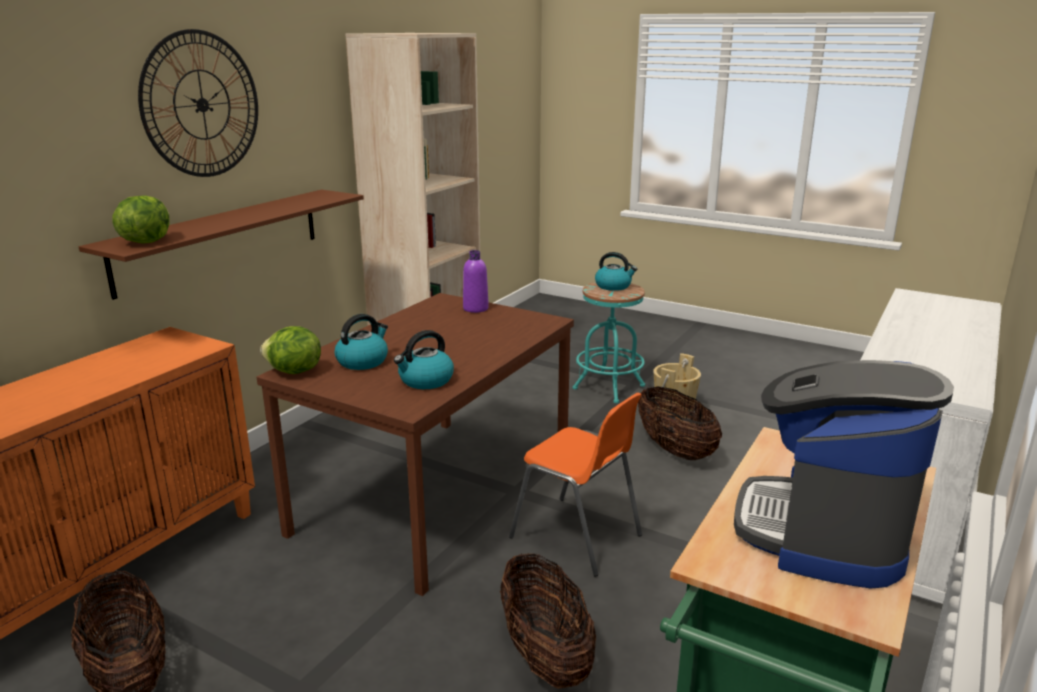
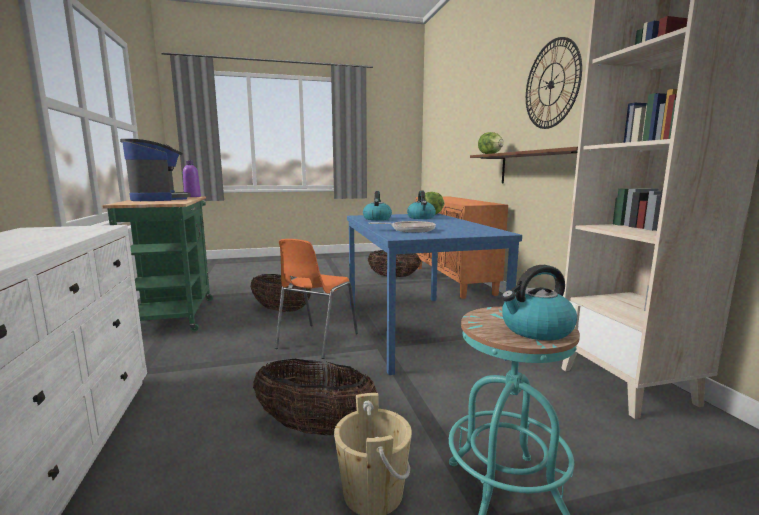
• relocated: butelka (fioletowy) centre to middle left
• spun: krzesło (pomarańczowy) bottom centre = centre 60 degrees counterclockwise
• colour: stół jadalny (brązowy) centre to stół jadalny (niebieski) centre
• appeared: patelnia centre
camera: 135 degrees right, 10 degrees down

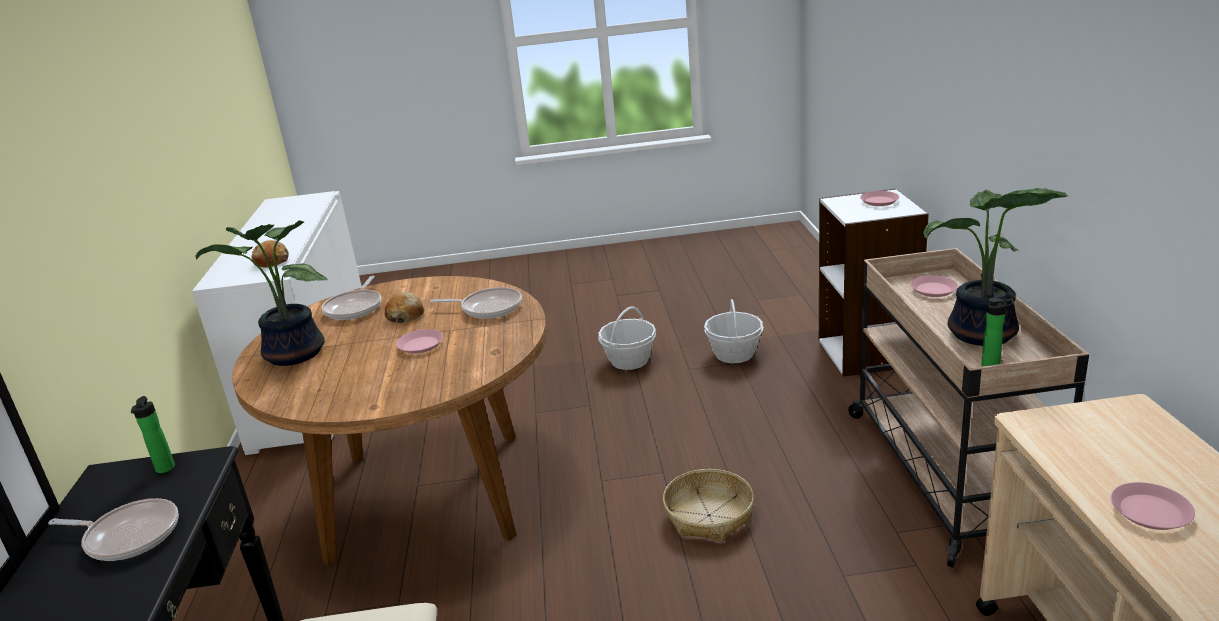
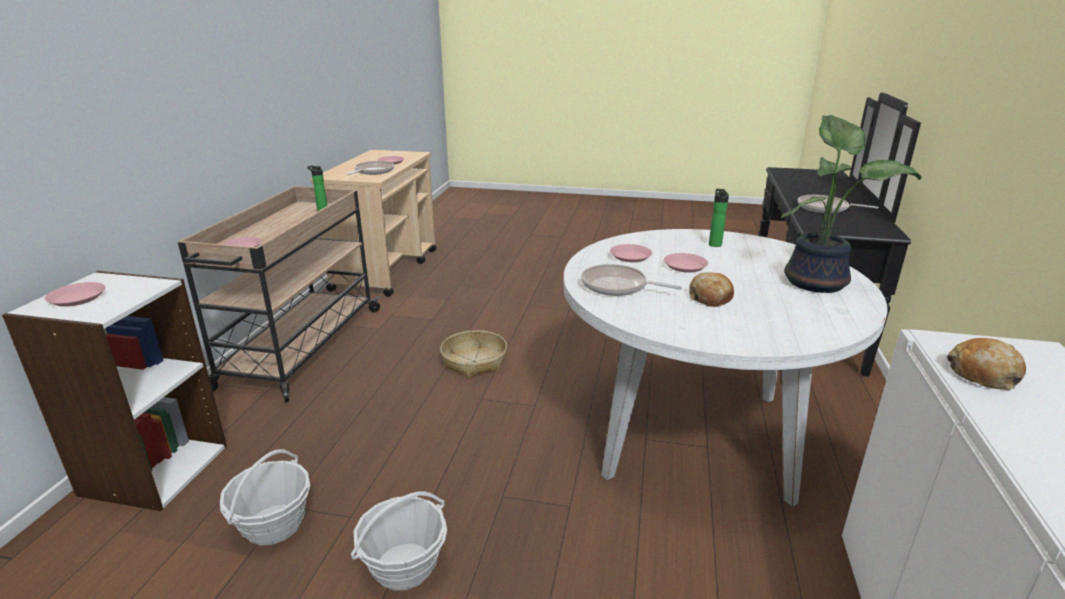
• relocated: patelnia (no. 2 from left in the first image) middle left to patelnia (no. 1 from left) top centre
• colour: stół jadalny (brązowy) bottom left to stół jadalny (biały) middle right
• appeared: talerz (różowy) (no. 4 from left) centre
• relocated: butelka (no. 1 from left in the first image) bottom left to butelka (no. 2 from left) middle right
• missing: roślina doniczkowa (no. 2 from left) middle right
camera: 165 degrees left, 0 degrees up

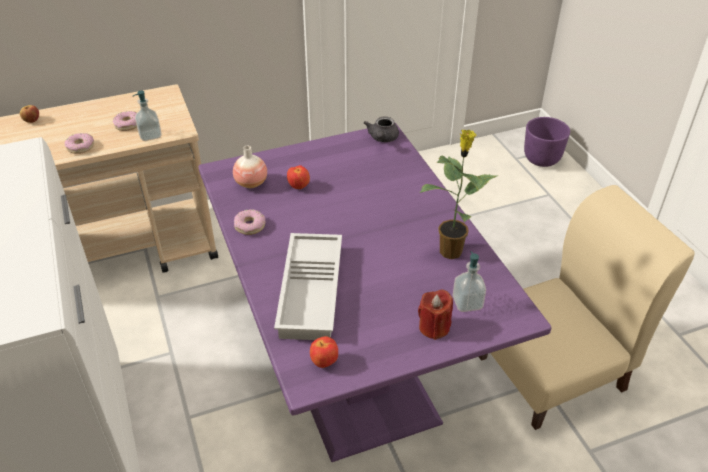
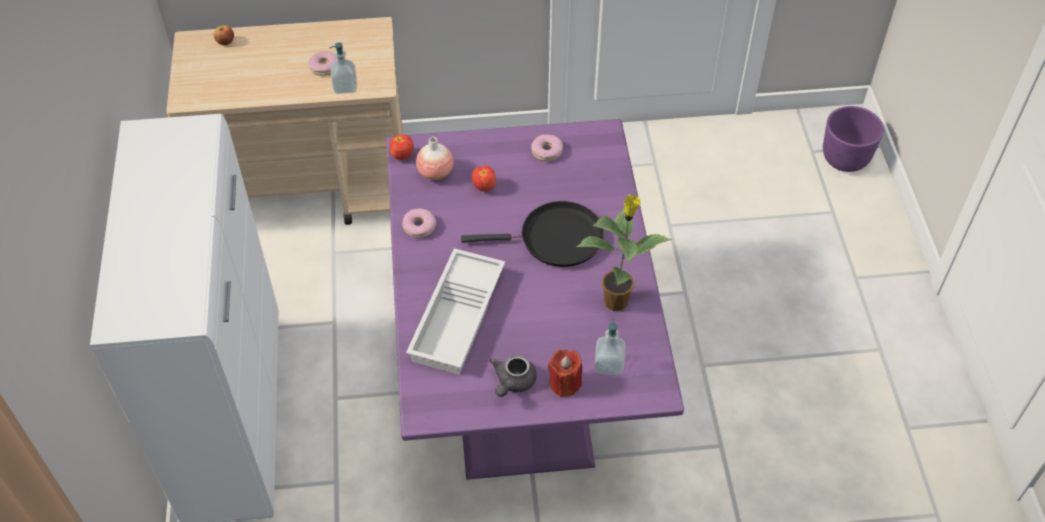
• relocated: jabłko (no. 3 from left in the first image) bottom centre to jabłko (no. 2 from left) top centre
• appeared: patelnia (czarny) centre
• relocated: imbryk (szary) top centre to bottom centre
• relocated: donut (no. 1 from left in the first image) top left to donut (no. 3 from left) top centre
• missing: krzesło (beżowy) middle right
camera: 15 degrees right, 10 degrees up

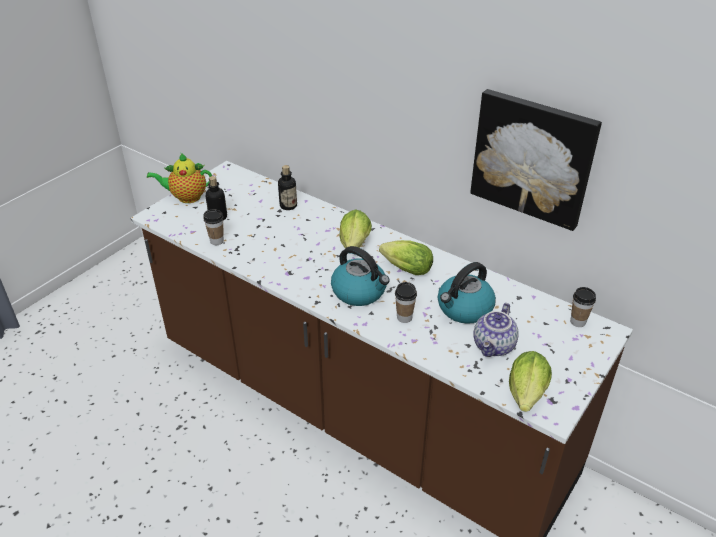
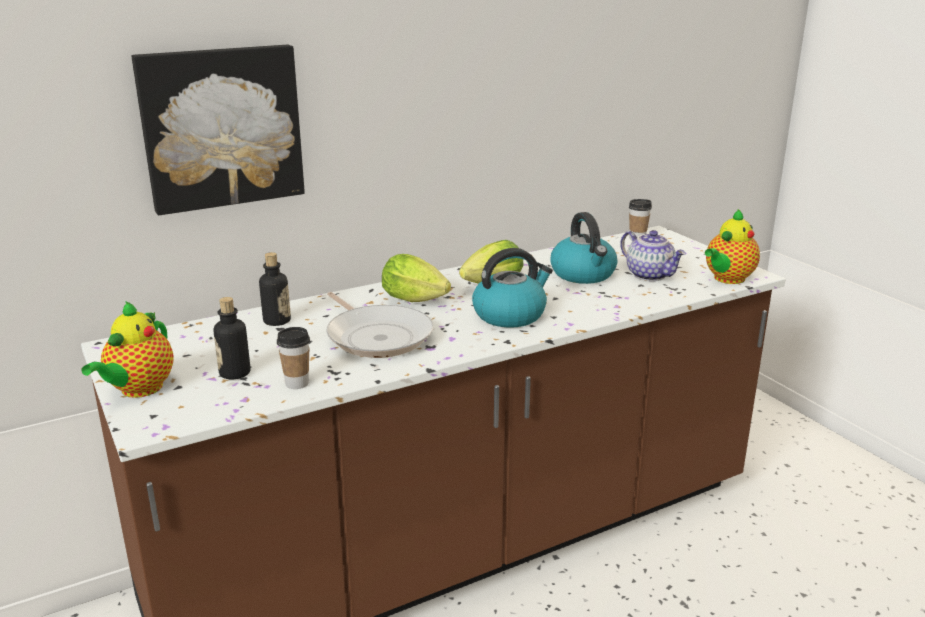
• relocated: obraz top right to top left
• appeared: patelnia centre
• exchanged: sałata (no. 3 from left) bottom right to imbryk (no. 3 from left) middle right
• missing: filiżanka (no. 2 from left) centre
camera: 65 degrees left, 15 degrees down

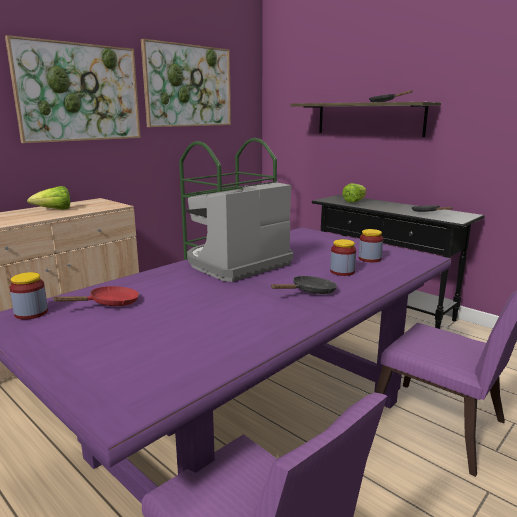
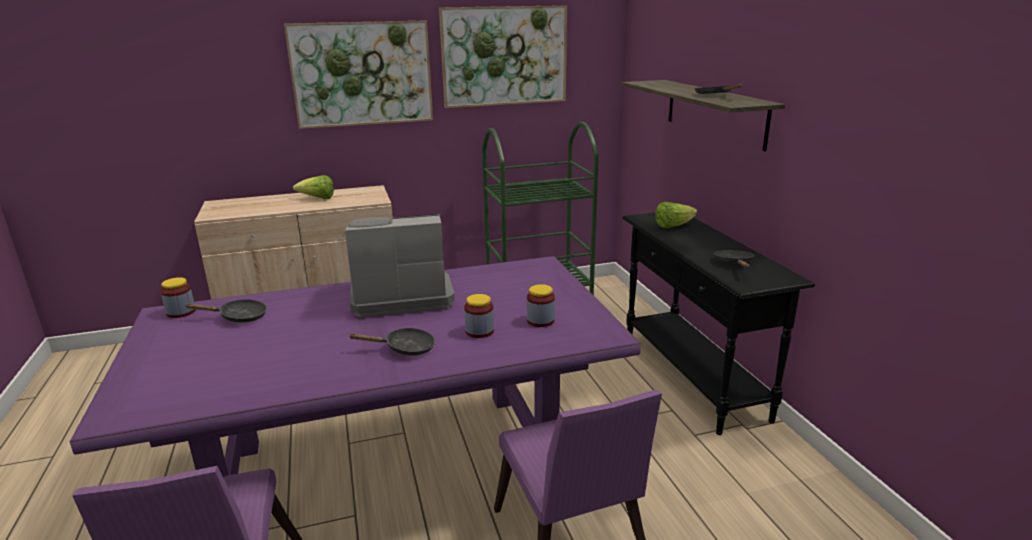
• colour: patelnia (czerwony) middle left to patelnia (czarny) (no. 1 from left) middle left
camera: 30 degrees right, 5 degrees up

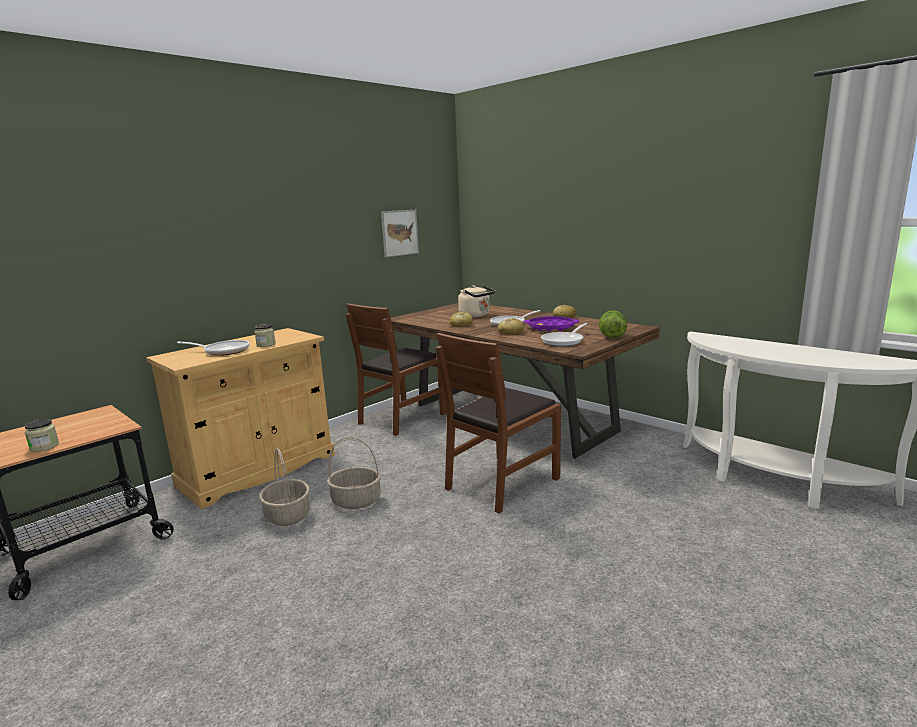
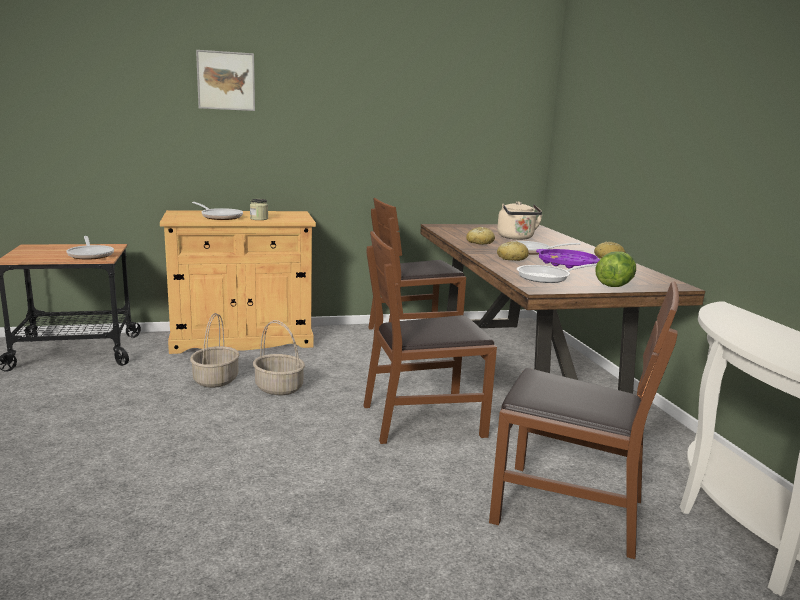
• appeared: patelnia (no. 1 from left) middle left
• relocated: obraz top centre to top left
• appeared: krzesło (brązowy) (no. 3 from left) bottom right
• missing: słoik (no. 1 from left) middle left
camera: 30 degrees right, 0 degrees up

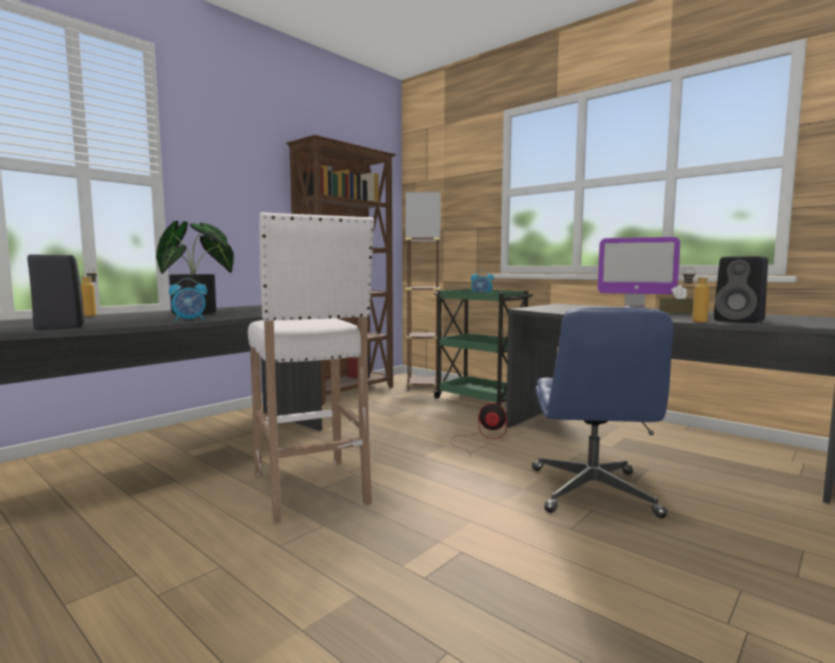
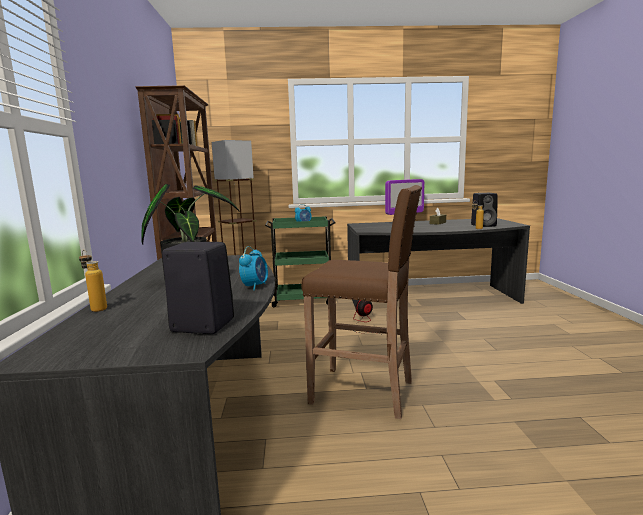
• colour: stołek (biały) centre to stołek (brązowy) centre
• missing: krzesło biurowe (niebieski) middle right
camera: 45 degrees left, 5 degrees up

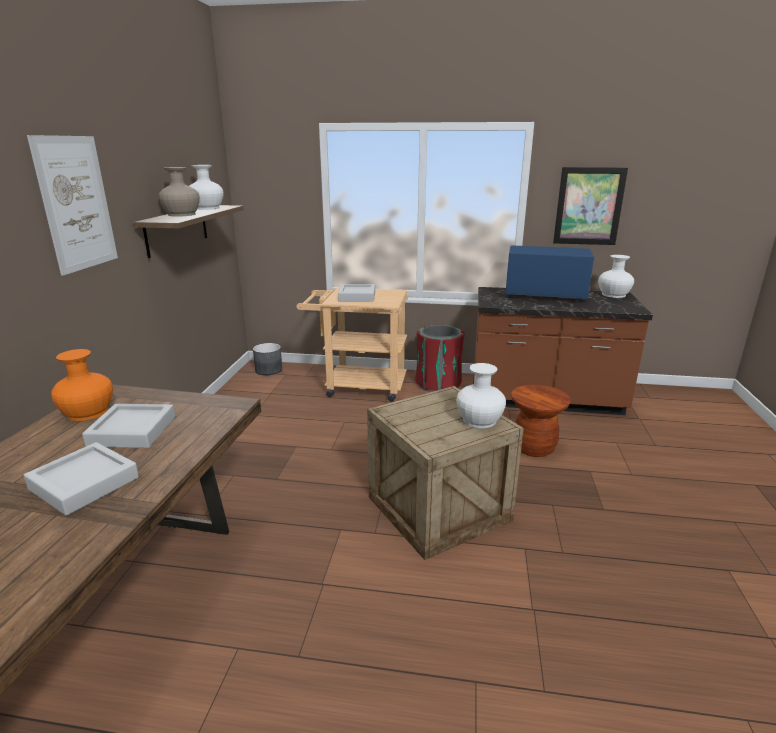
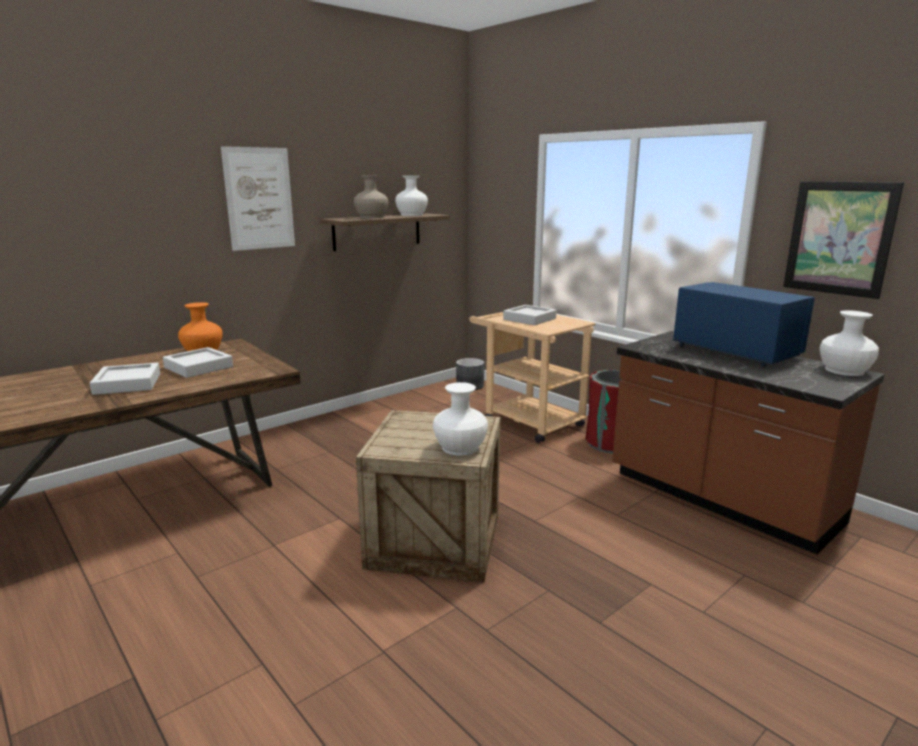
• missing: stołek (brązowy) middle right
camera: 40 degrees right, 5 degrees down

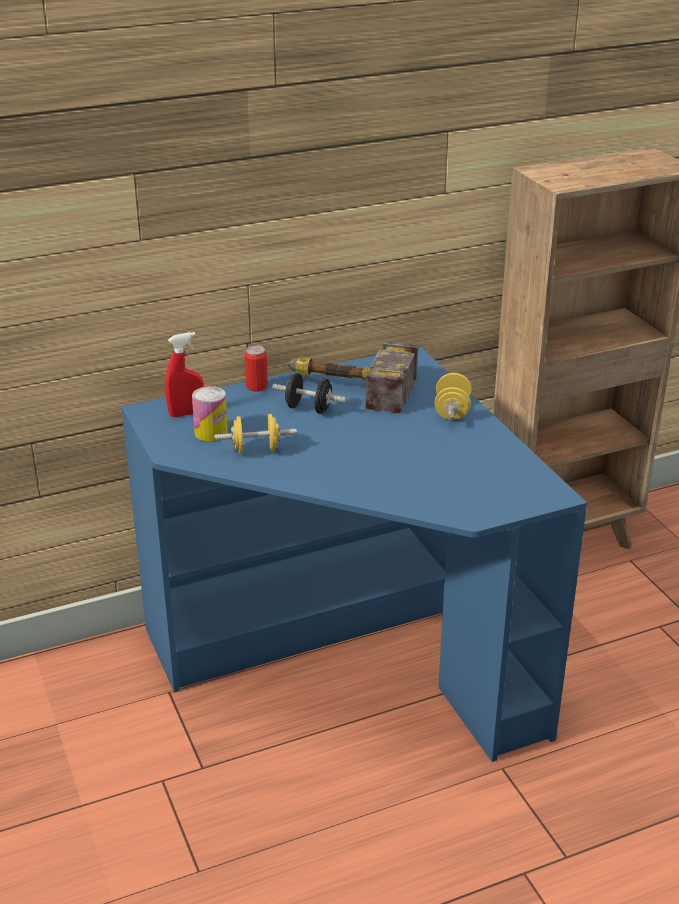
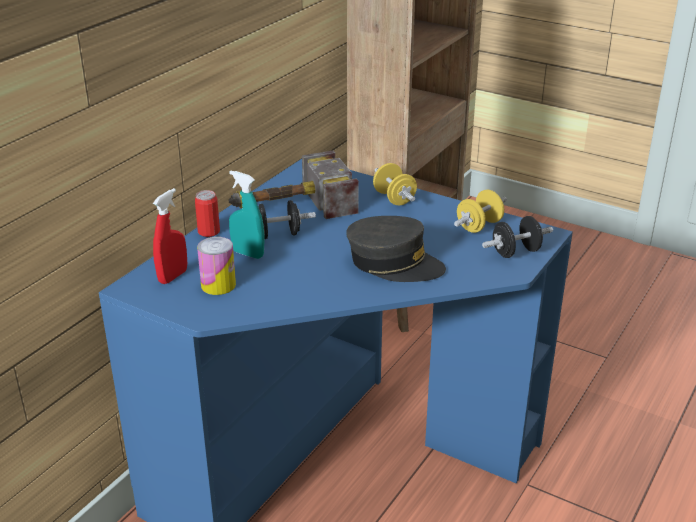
• appeared: spryskiwacz (turkusowy) centre
• appeared: czapka z daszkiem (szary) centre
• relocated: hantel (żółty) (no. 1 from left in the first image) centre to hantel (żółty) (no. 2 from left) middle right
• appeared: hantel (czarny) (no. 2 from left) middle right
camera: 35 degrees left, 0 degrees up

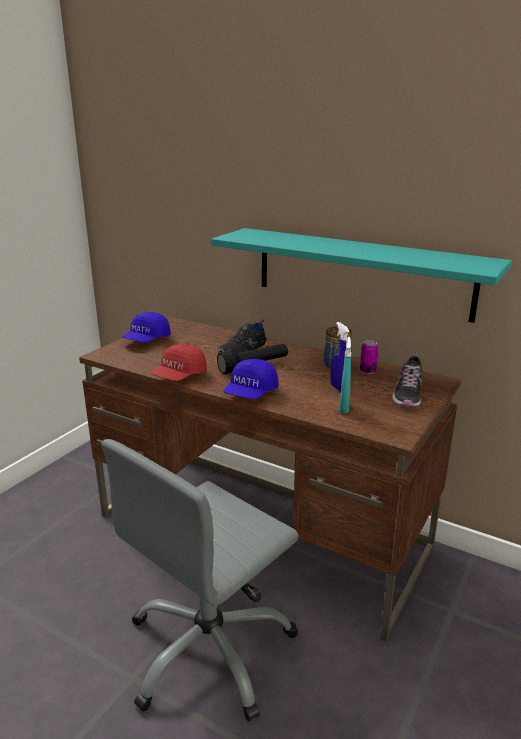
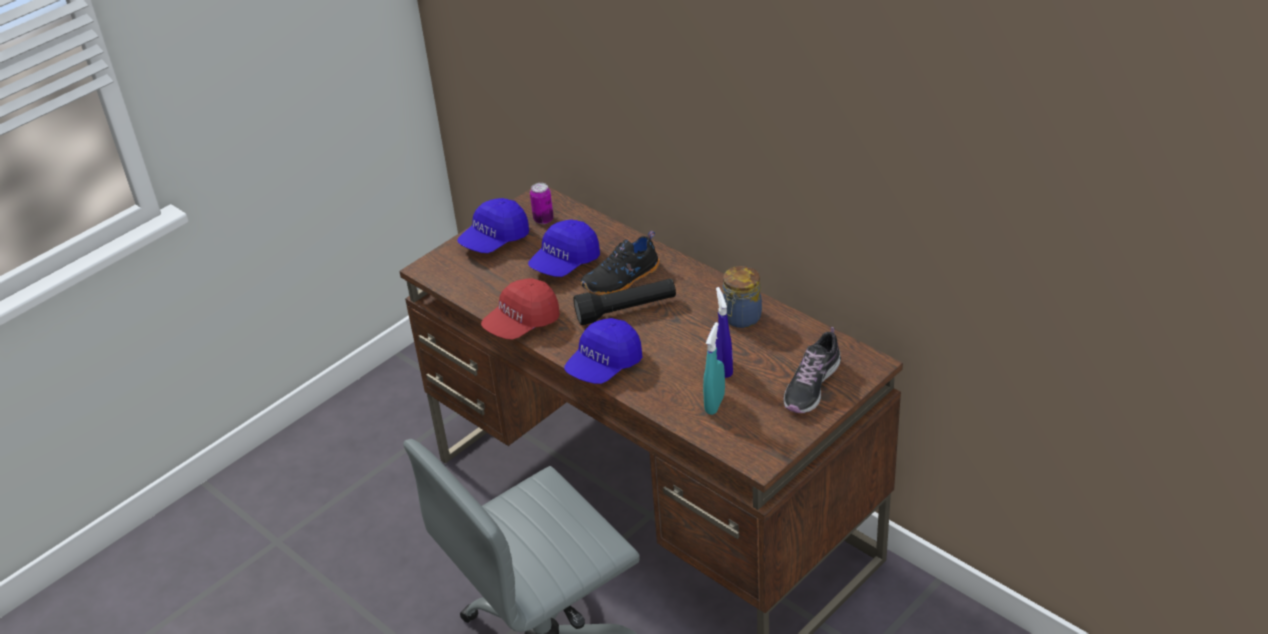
• appeared: czapka z daszkiem (niebieski) (no. 2 from left) centre
• relocated: puszka middle right to top centre
• missing: półka (turkusowy) middle right
camera: 15 degrees right, 15 degrees up

